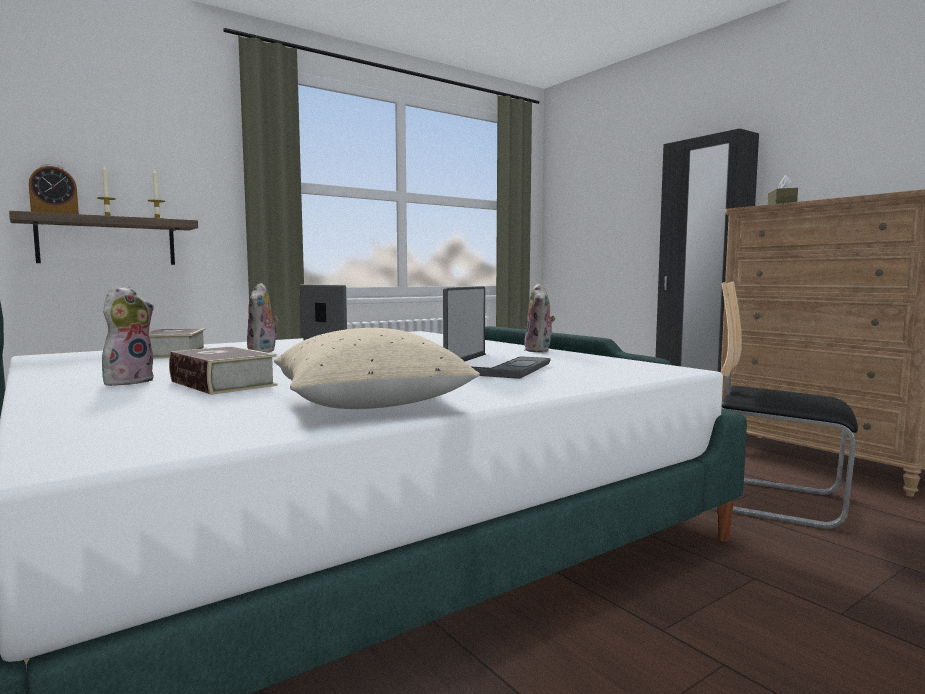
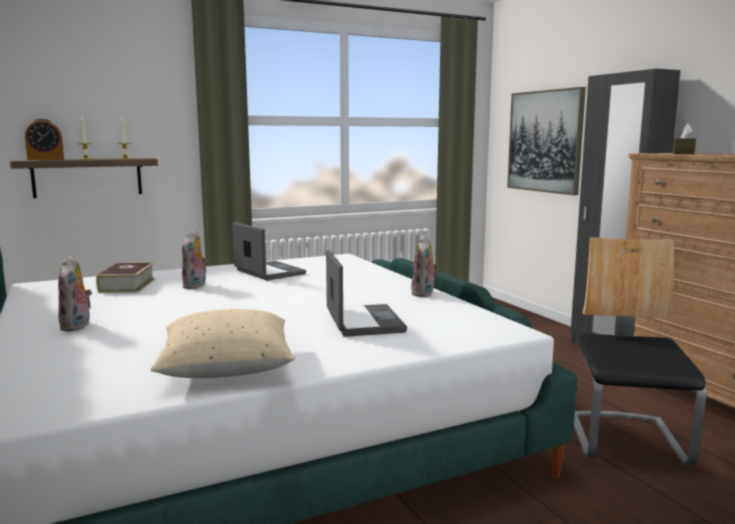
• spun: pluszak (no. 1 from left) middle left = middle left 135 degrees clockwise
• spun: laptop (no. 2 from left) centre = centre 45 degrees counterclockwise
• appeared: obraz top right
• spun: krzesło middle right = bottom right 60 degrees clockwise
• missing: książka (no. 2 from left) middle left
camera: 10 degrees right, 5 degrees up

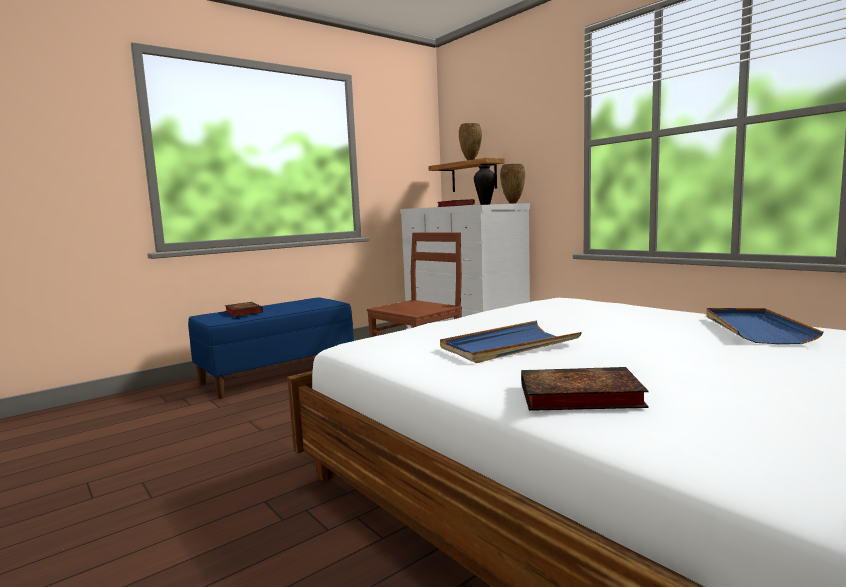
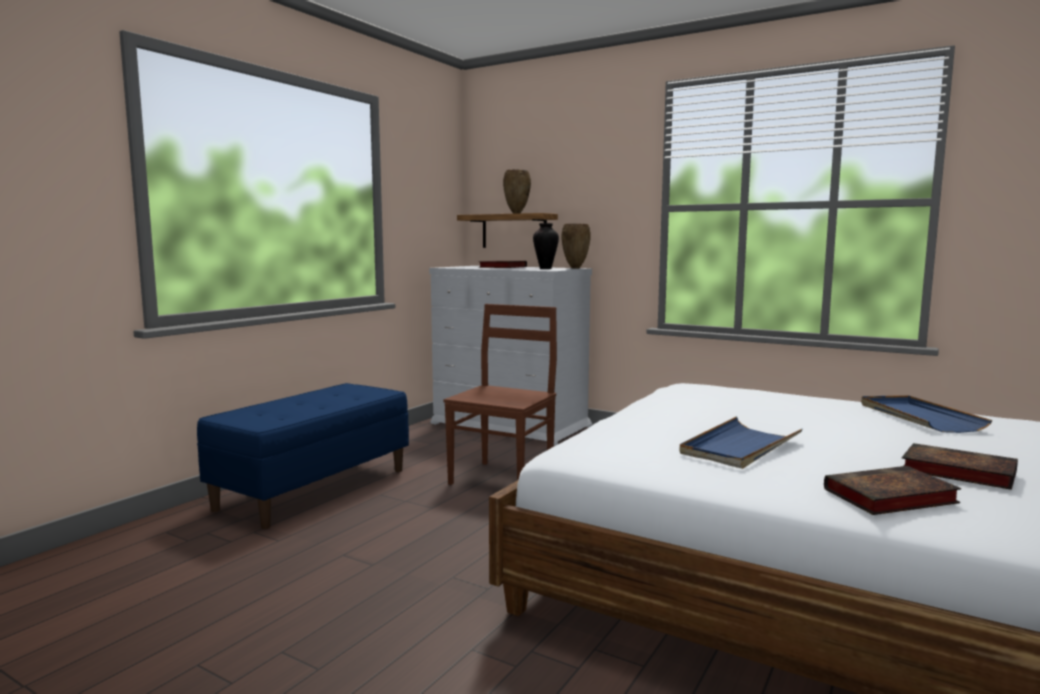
• relocated: książka (no. 1 from left in the first image) middle left to książka (no. 3 from left) bottom right
camera: 20 degrees left, 0 degrees up

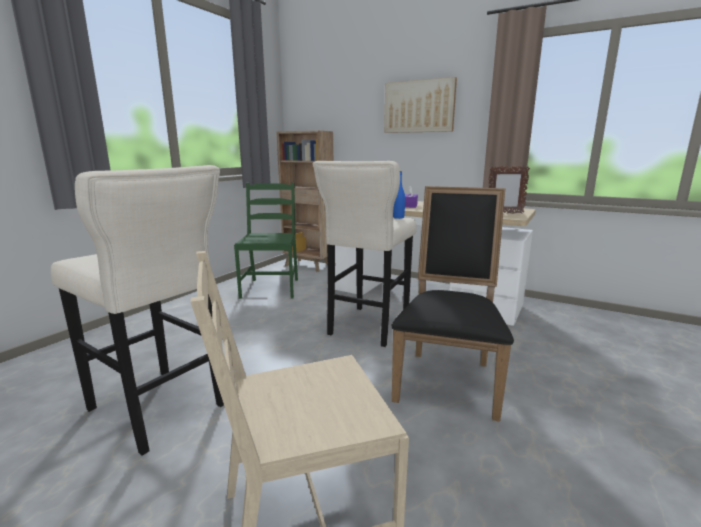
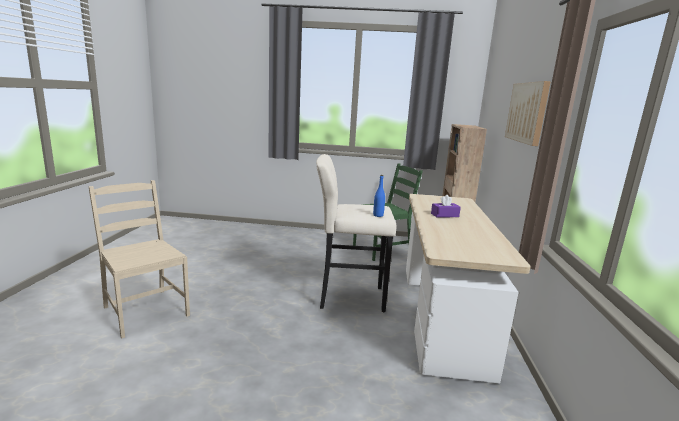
• missing: stołek (beżowy) (no. 1 from left) middle left
• missing: krzesło (czarny) centre
• missing: ramka na zdjęcie middle right
camera: 65 degrees right, 0 degrees up

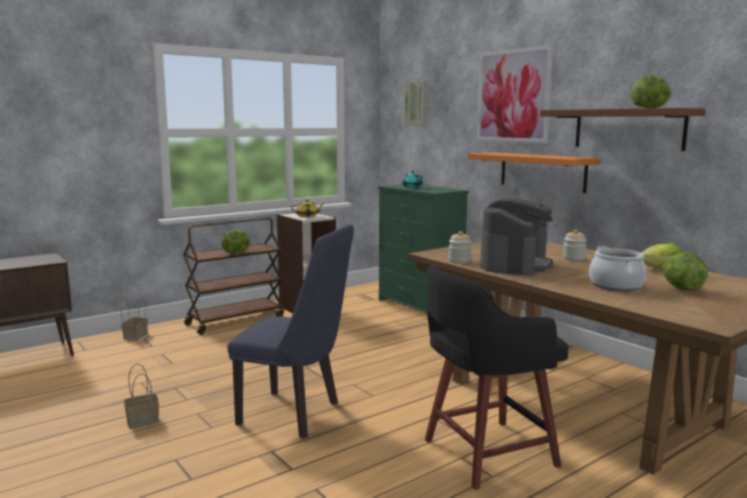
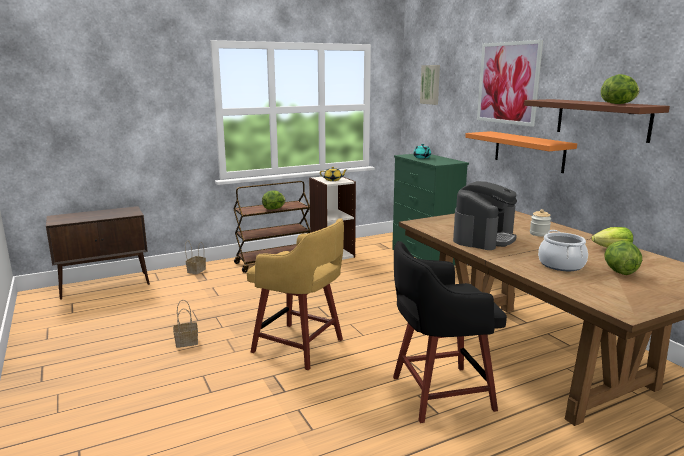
• exchanged: krzesło (niebieski) bottom centre to stołek (żółty) centre
• missing: słoik (no. 1 from left) centre
camera: 10 degrees right, 5 degrees up

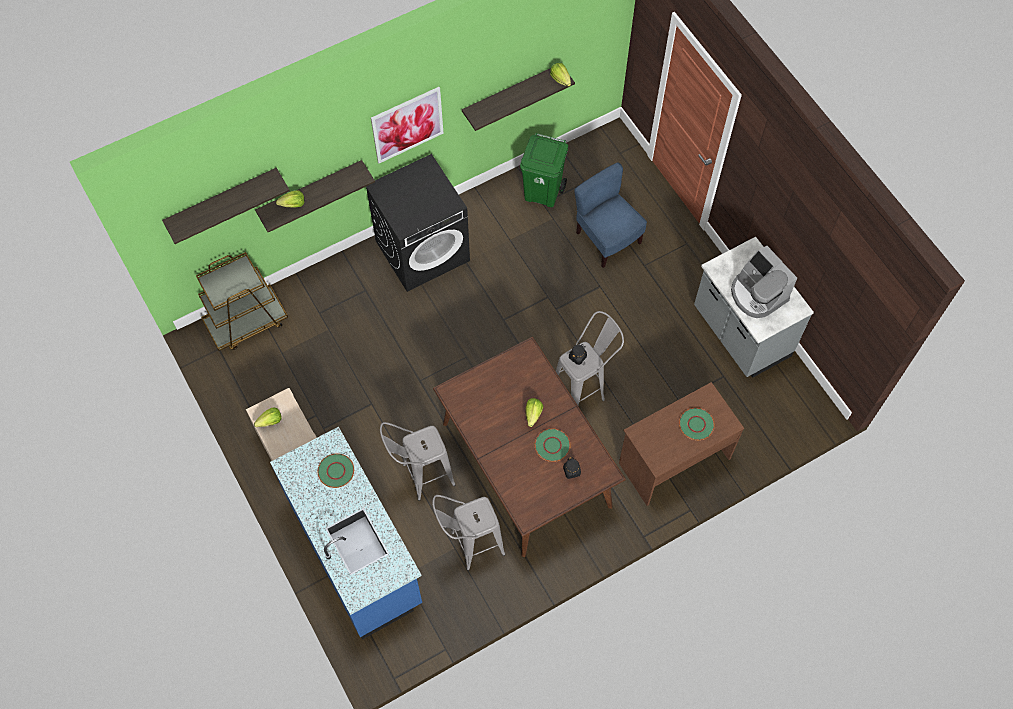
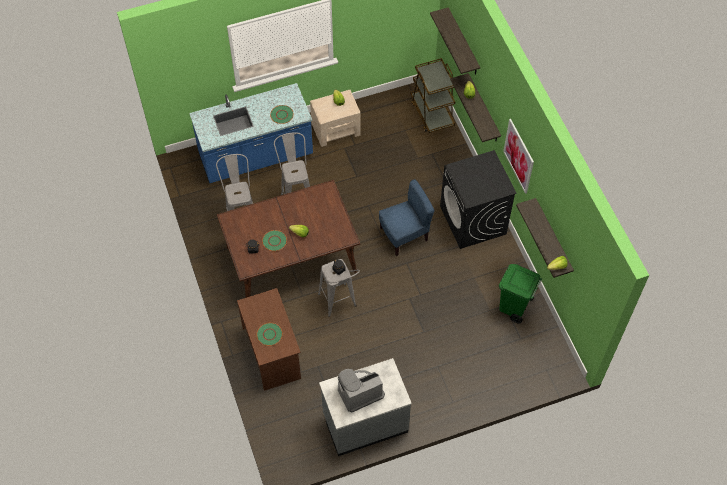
• relocated: krzesło (niebieski) top centre to centre
camera: 100 degrees right, 5 degrees down

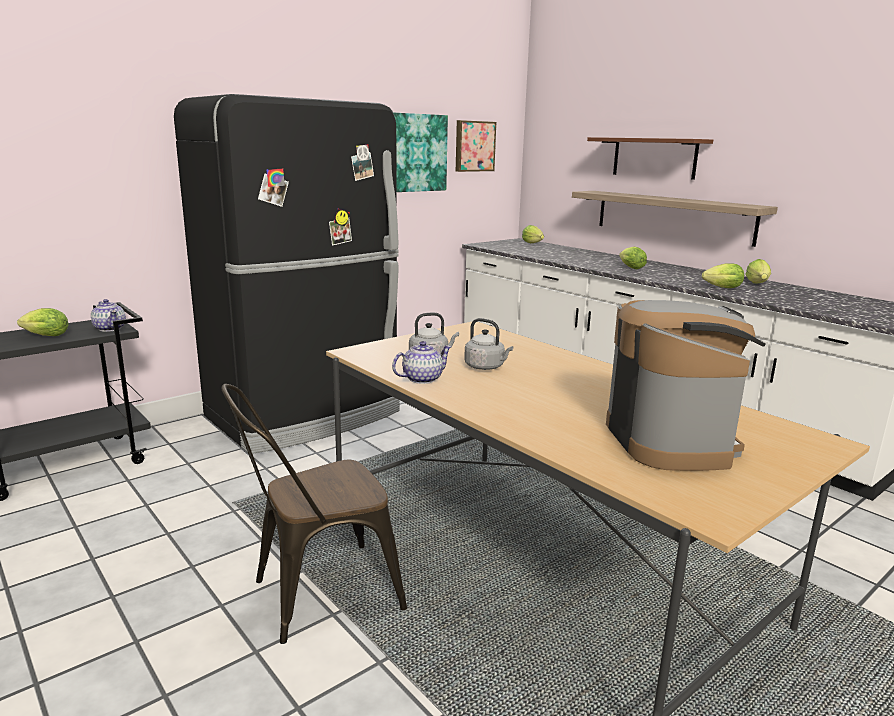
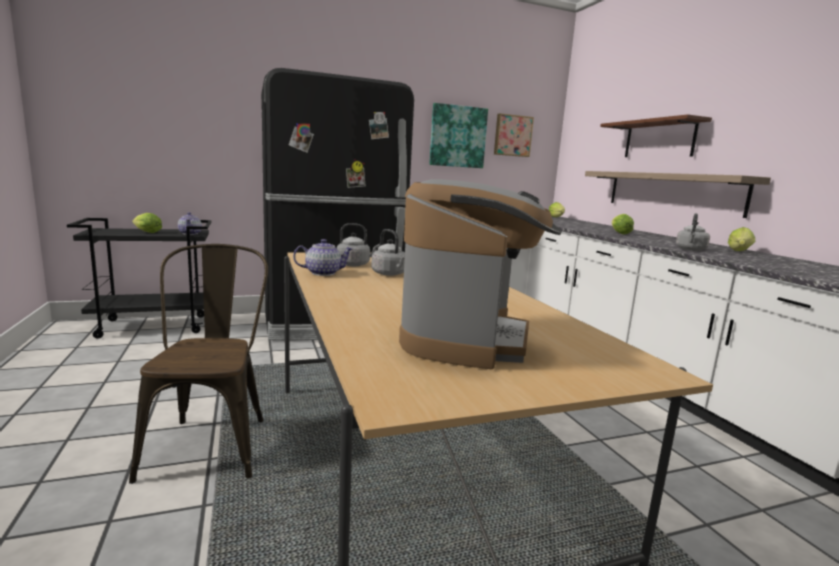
• spun: krzesło (brązowy) bottom centre = middle left 90 degrees clockwise
• exchanged: sałata (no. 4 from left) middle right to czajnik (szary) (no. 3 from left) middle right
camera: 20 degrees right, 5 degrees down

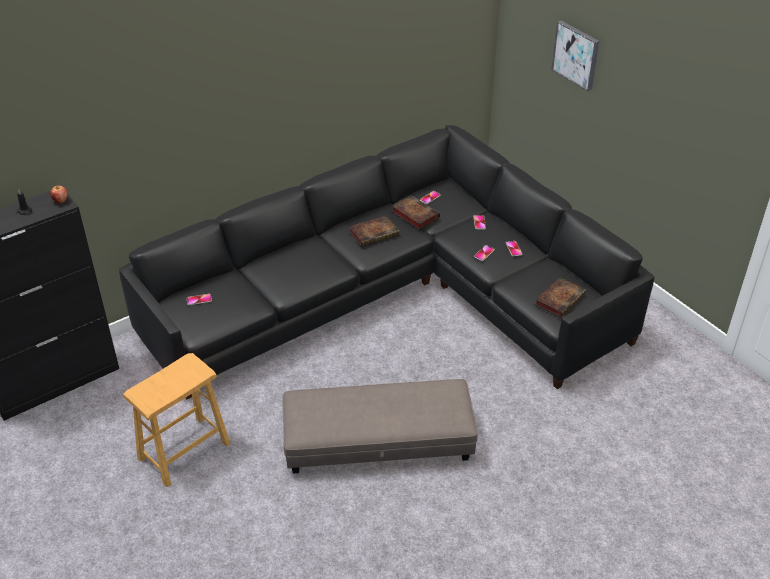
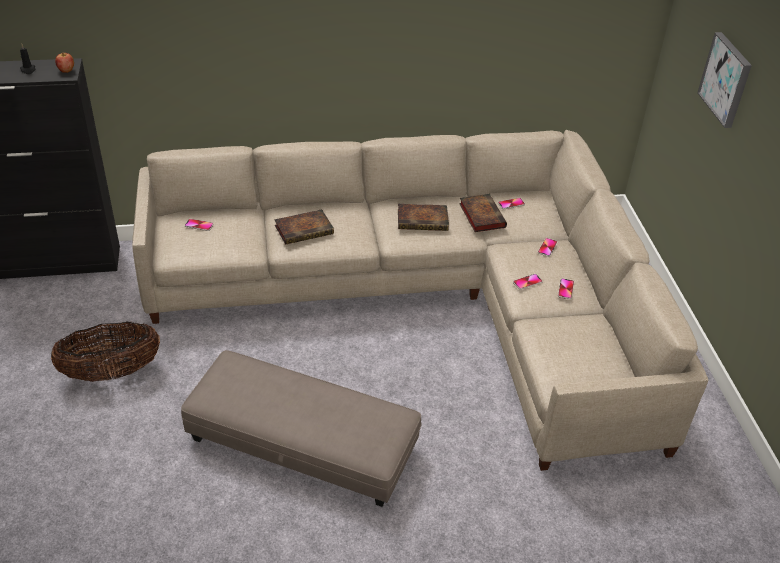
• exchanged: stołek (brązowy) bottom left to koszyk middle left
• colour: kanapa (czarny) centre to kanapa (beżowy) centre
• relocated: książka (no. 3 from left in the first image) middle right to książka (no. 1 from left) centre
camera: 25 degrees right, 0 degrees up

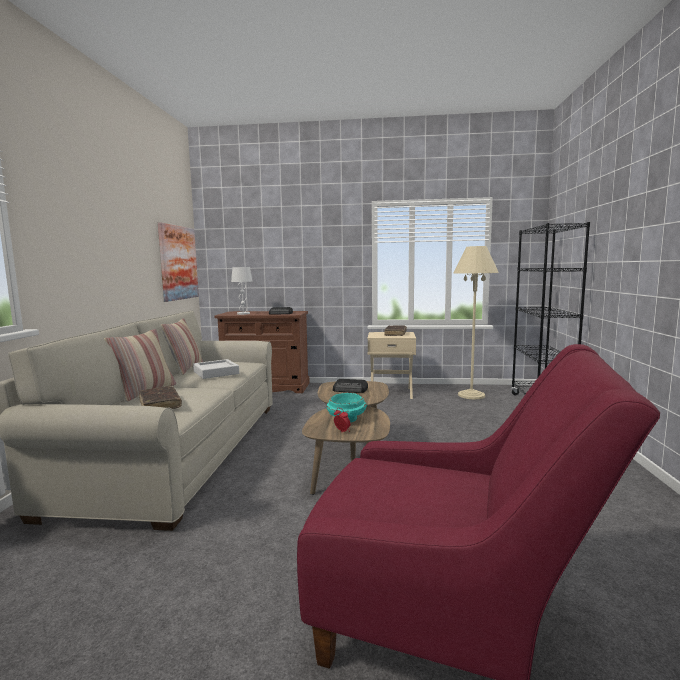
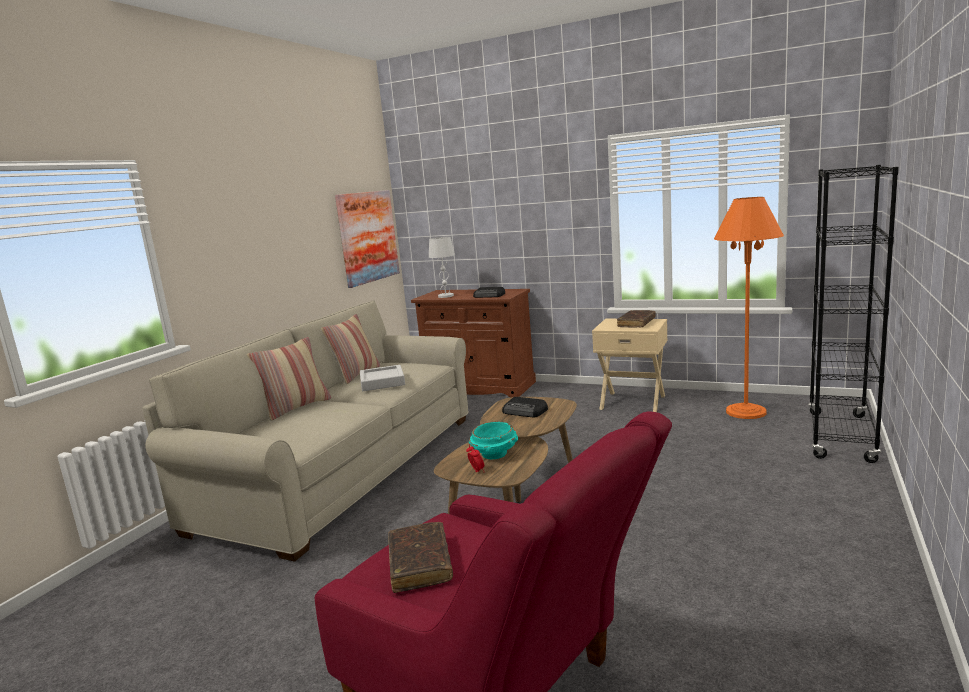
• relocated: książka (brązowy) (no. 1 from left) middle left to bottom centre
• colour: lampa stojąca (beżowy) middle right to lampa stojąca (pomarańczowy) middle right
camera: 20 degrees right, 5 degrees up

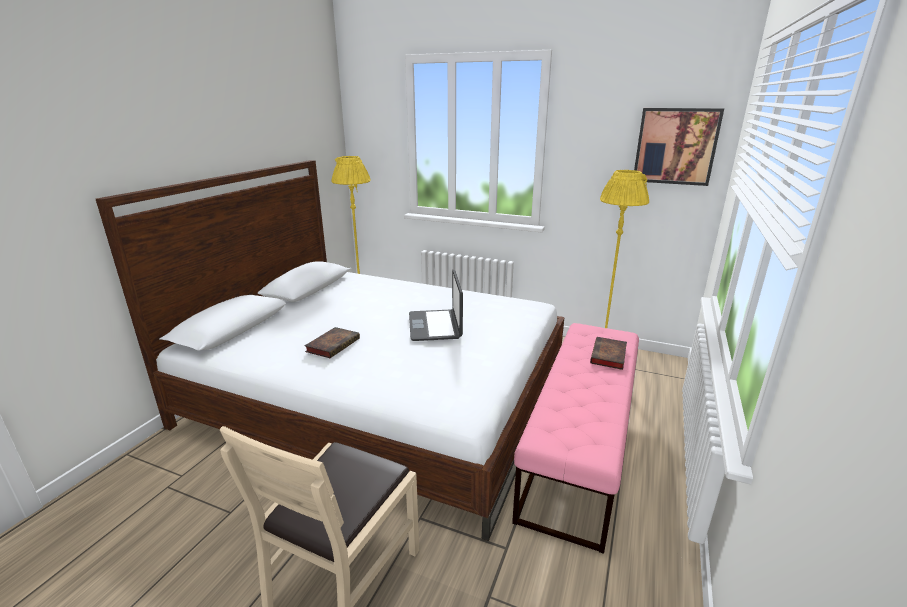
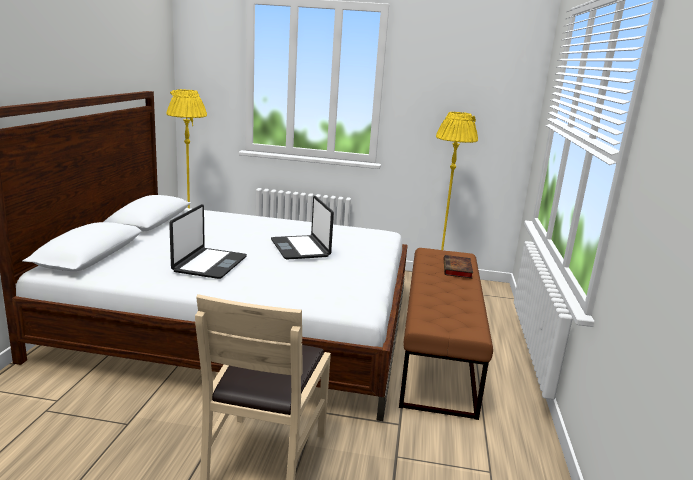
• exchanged: książka (no. 1 from left) centre to laptop (no. 1 from left) middle left
• colour: ławka (różowy) bottom centre to ławka (brązowy) bottom centre
• missing: obraz top right
camera: 15 degrees left, 5 degrees down

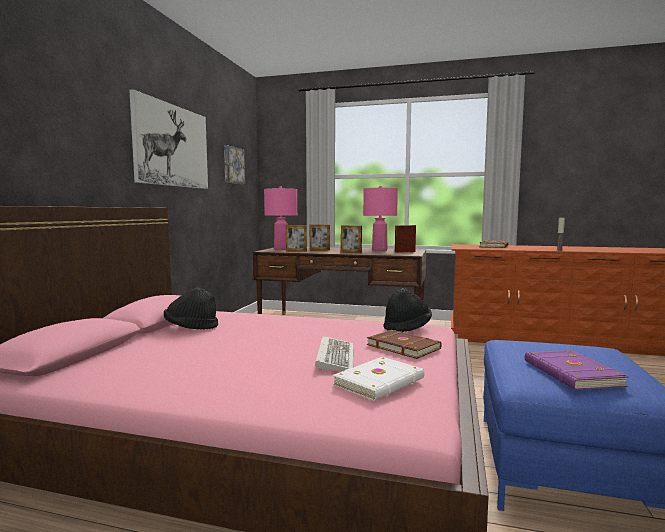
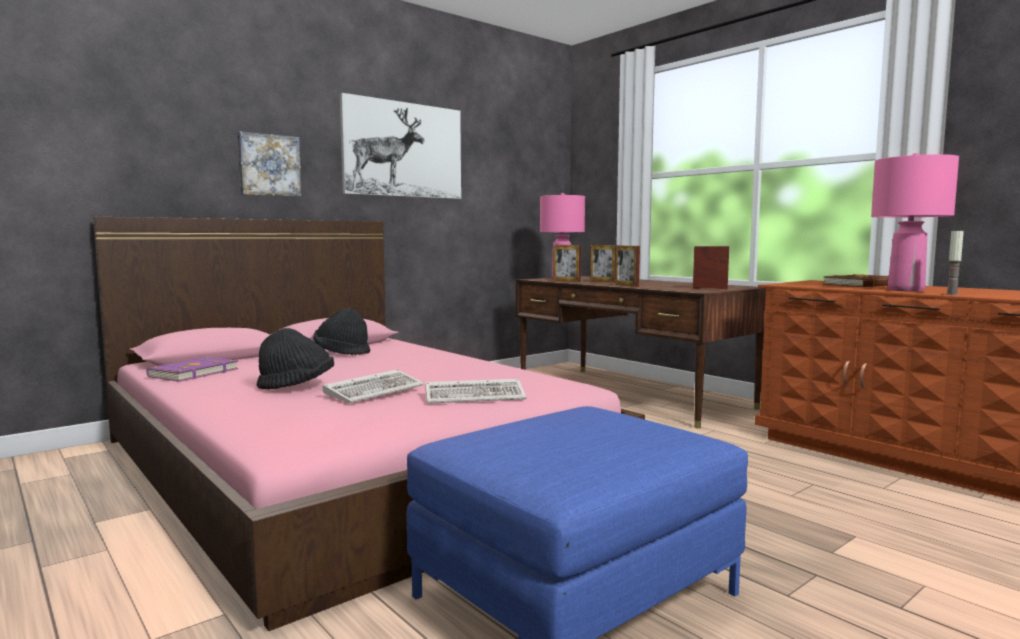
• relocated: książka (fioletowy) bottom right to middle left
• relocated: obraz (no. 2 from left in the first image) top centre to obraz (no. 1 from left) top left
• relocated: kapelusz (czarny) (no. 2 from left in the first image) centre to kapelusz (czarny) (no. 1 from left) middle left
• exchanged: książka (brązowy) (no. 1 from left) centre to klawiatura (no. 2 from left) centre
• relocated: lampa stołowa (różowy) (no. 2 from left) centre to middle right
• missing: książka (biały) bottom centre
camera: 35 degrees right, 0 degrees up

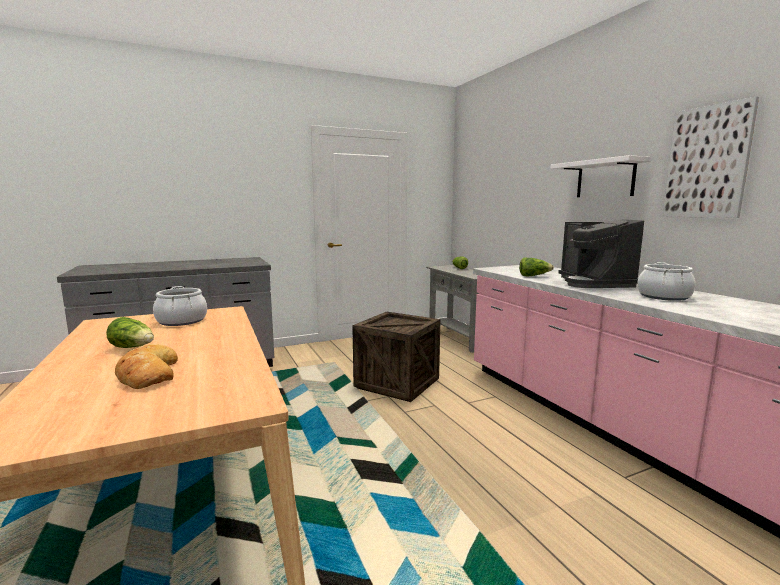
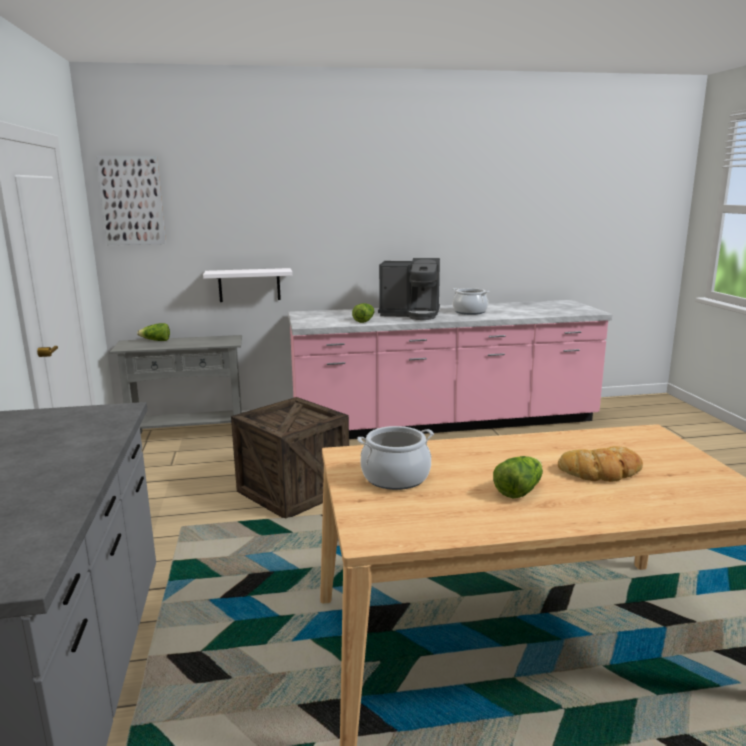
• relocated: obraz top right to top left
• relocated: półka (biały) top right to middle left
camera: 75 degrees left, 5 degrees up

